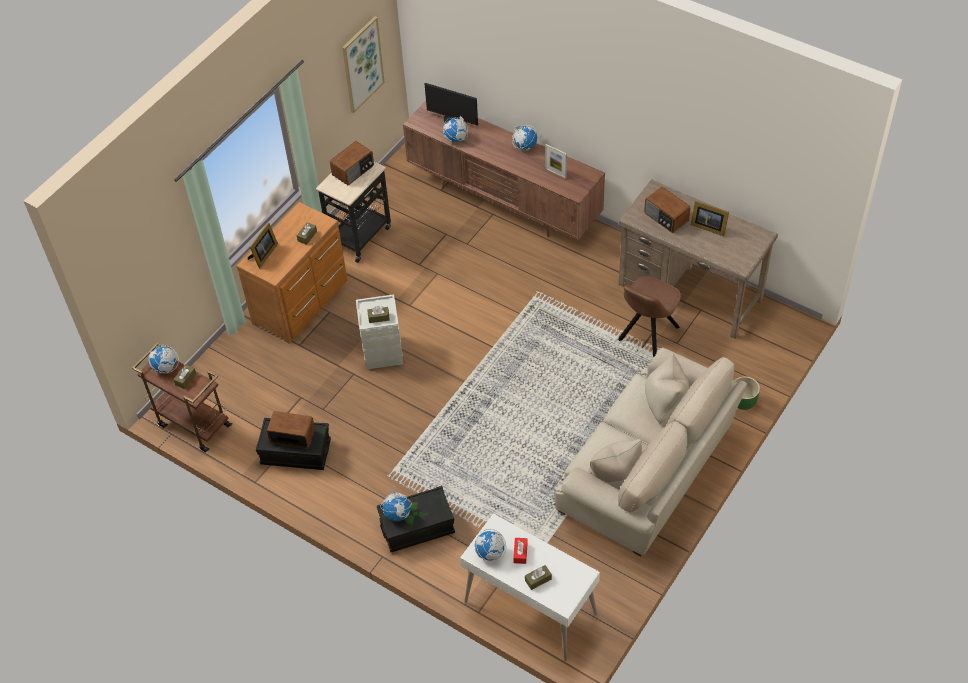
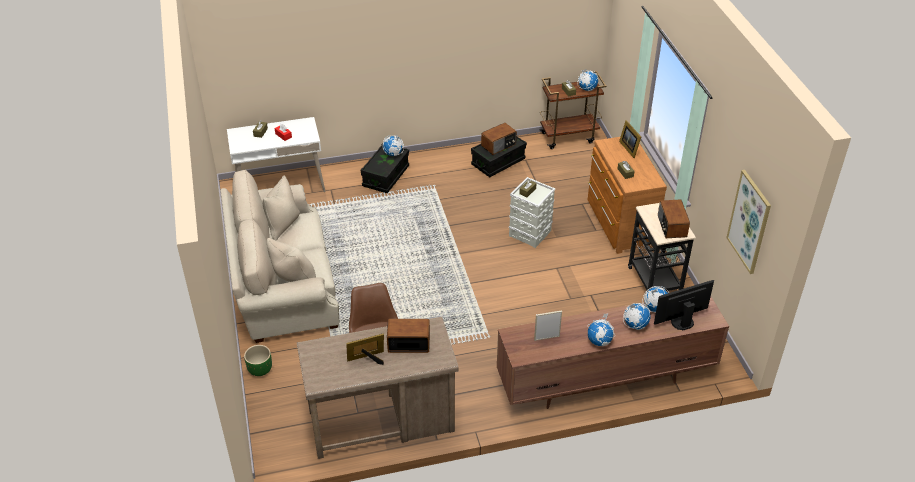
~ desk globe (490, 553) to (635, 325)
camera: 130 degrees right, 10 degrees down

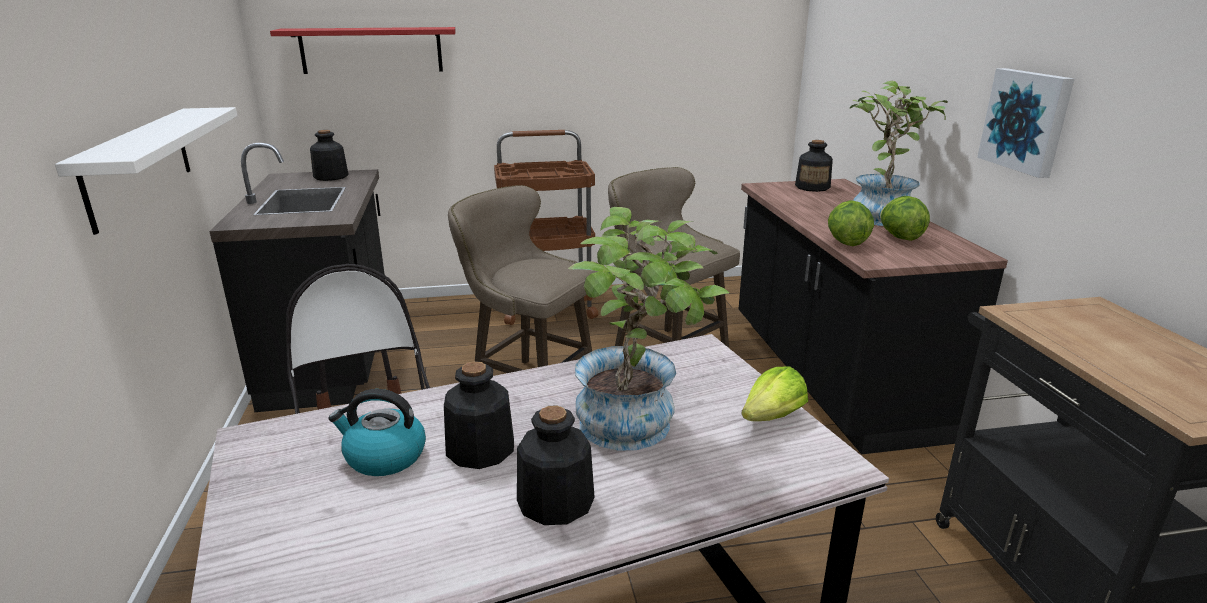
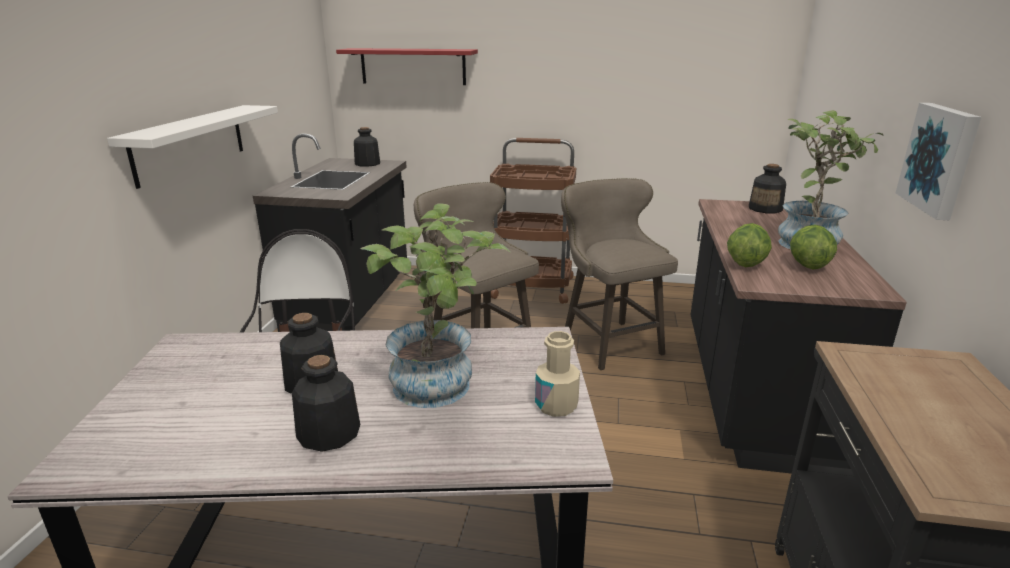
- kettle (384, 457)
~ lettuce (772, 417) to beige-coloured drink bottle (556, 405)
camera: 20 degrees right, 0 degrees up

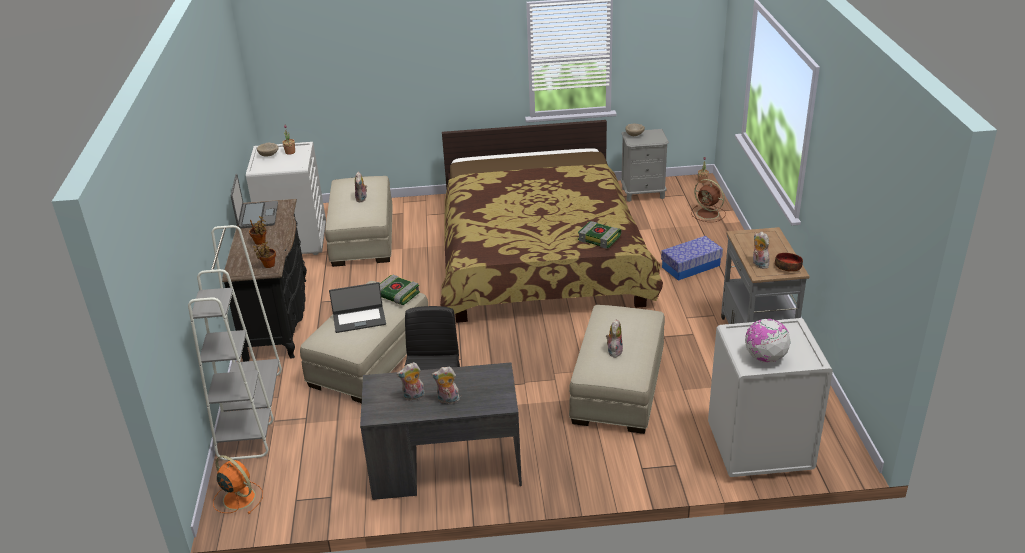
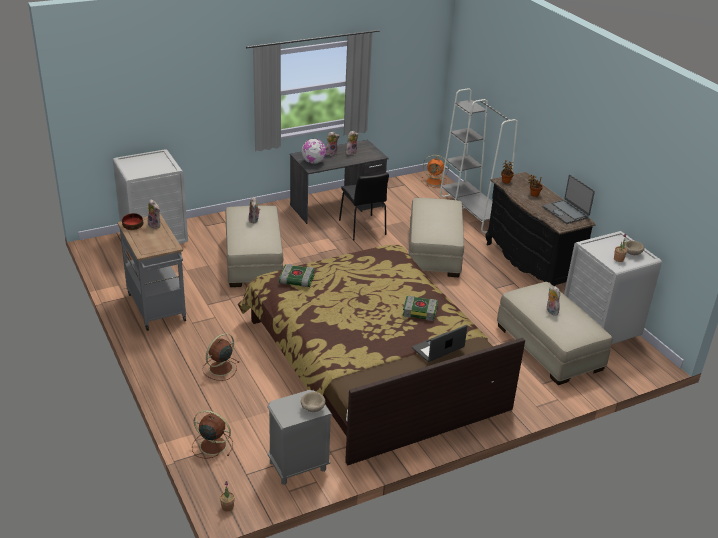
~ laptop (359, 319) to (438, 348)
~ book (396, 295) to (420, 311)
~ storage container (691, 266) to brown fan (220, 368)
~ desk globe (765, 358) to (313, 162)
camera: 155 degrees right, 0 degrees up

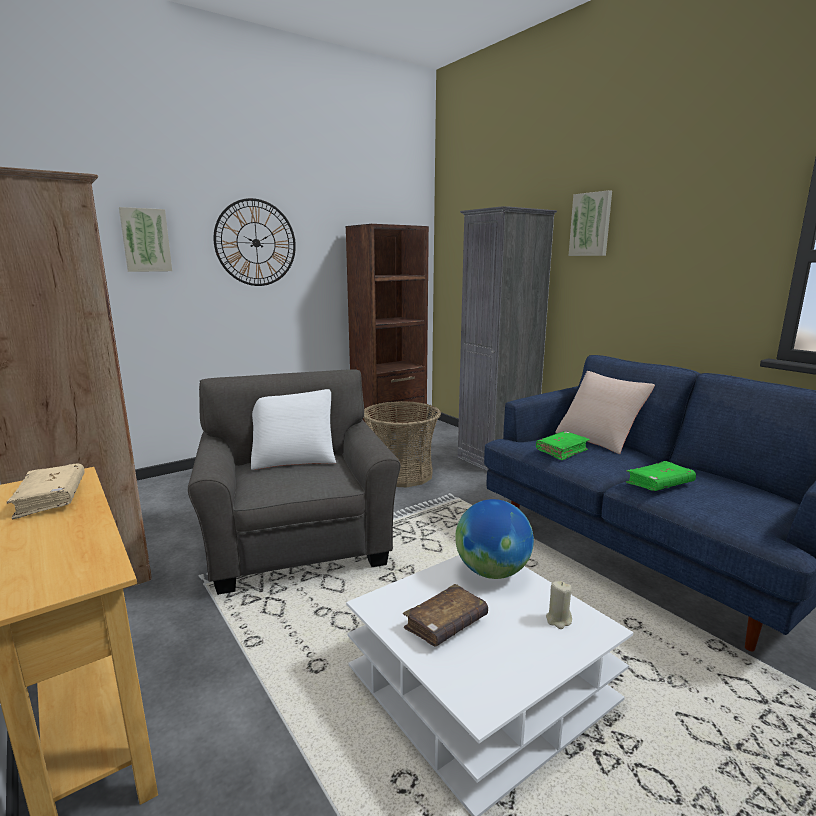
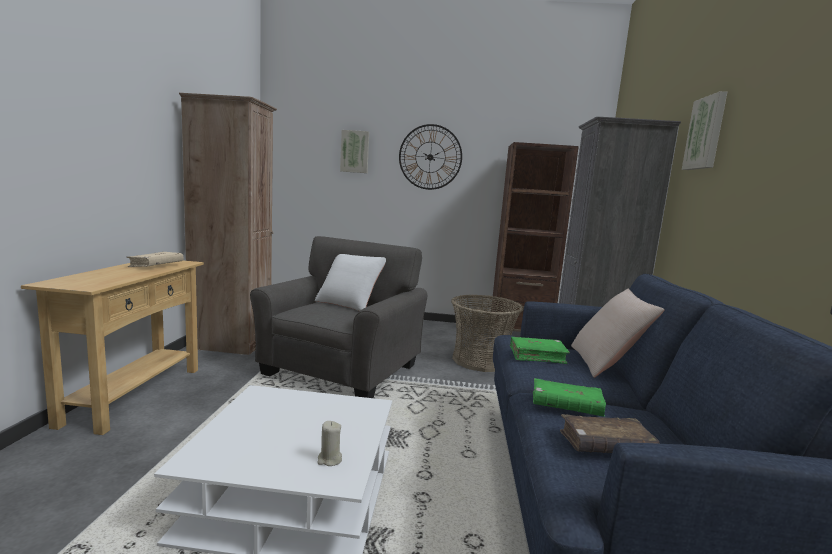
~ brown book (445, 624) to (605, 446)
- desk globe (491, 572)
camera: 40 degrees right, 5 degrees down

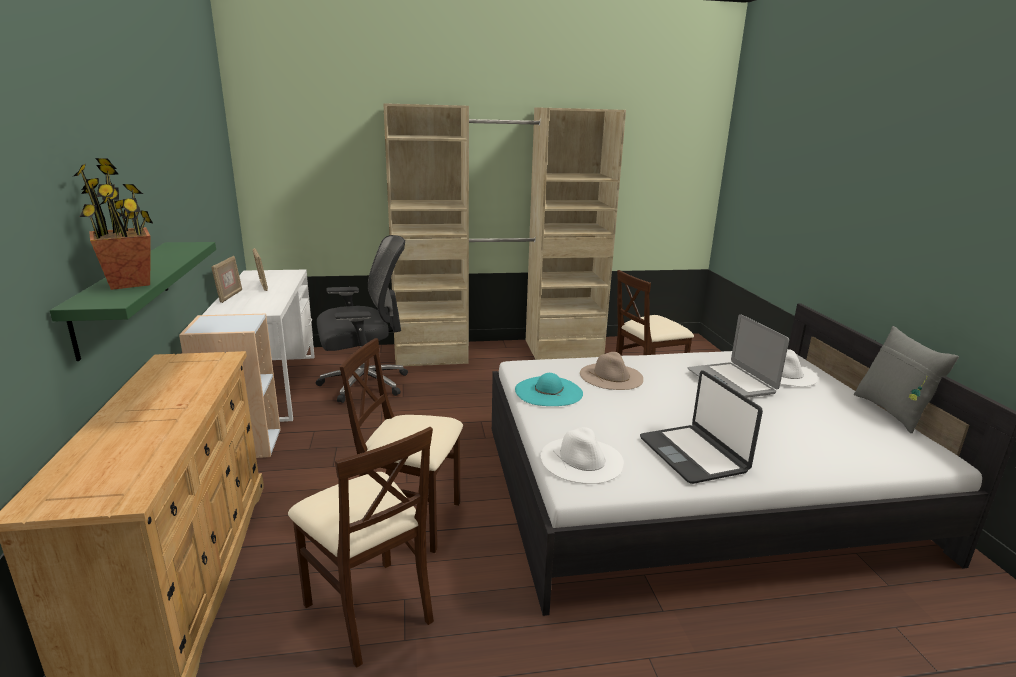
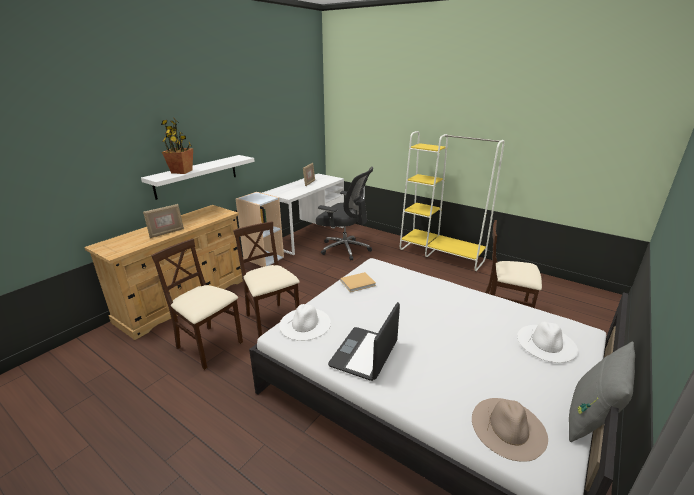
~ green-coloured shelf (123, 295) to white shelf (197, 176)
~ picture frame (230, 296) to (166, 233)
~ beige-coloured plain chair (369, 610) = (209, 346) 120 degrees clockwise
~ beige-coloured wardrobe (499, 351) to yellow-coloured clothes rack (441, 256)
~ turquoise-coloured hat (548, 391) to beige-coloured book (358, 283)
~ beige-coloured hat (611, 376) to (508, 427)
- laptop (731, 381)
camera: 45 degrees right, 5 degrees up

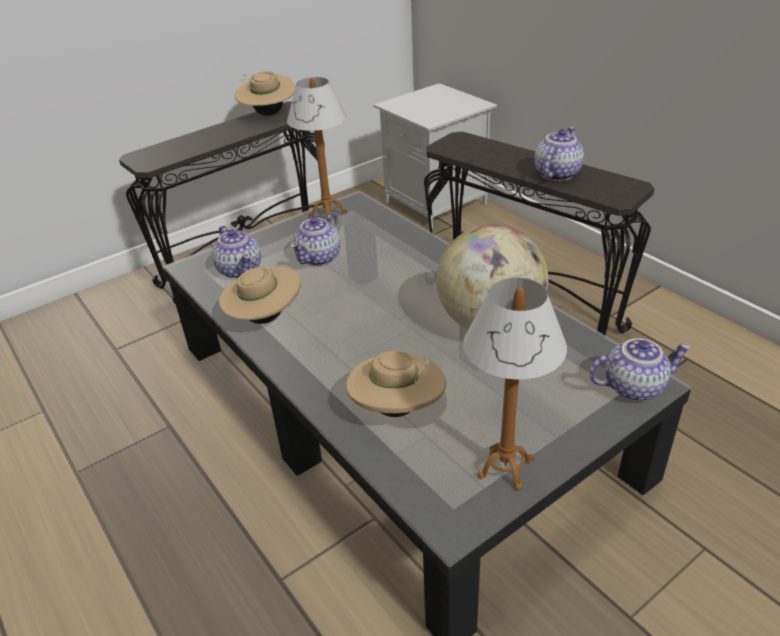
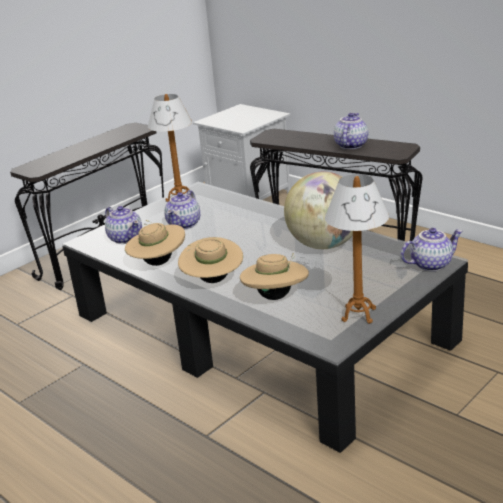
~ beige-coloured hat (268, 114) to (213, 280)
camera: 10 degrees left, 10 degrees down

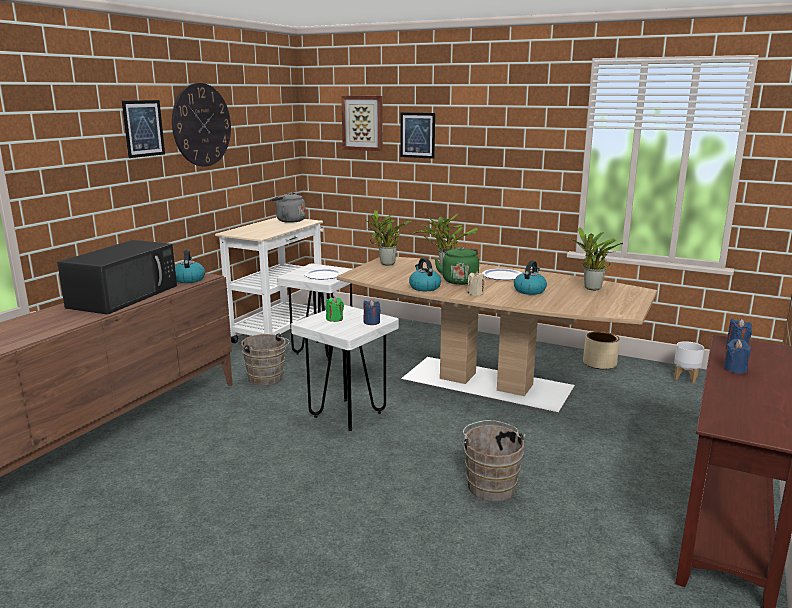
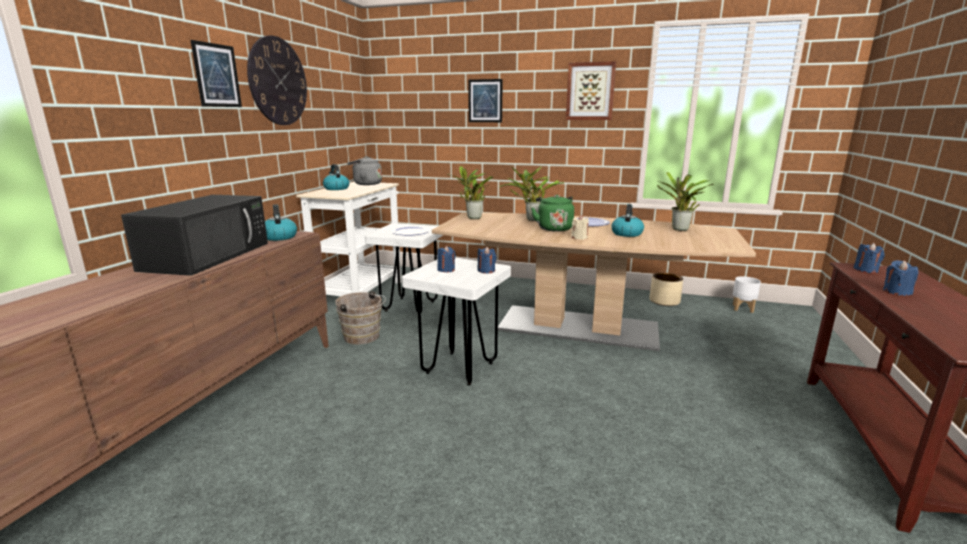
~ green-coloured candle (334, 319) to bluish candle (446, 270)
~ wall picture (363, 123) to (590, 91)
~ kettle (424, 287) to (336, 188)
- brown pail (490, 485)
camera: 10 degrees left, 0 degrees up

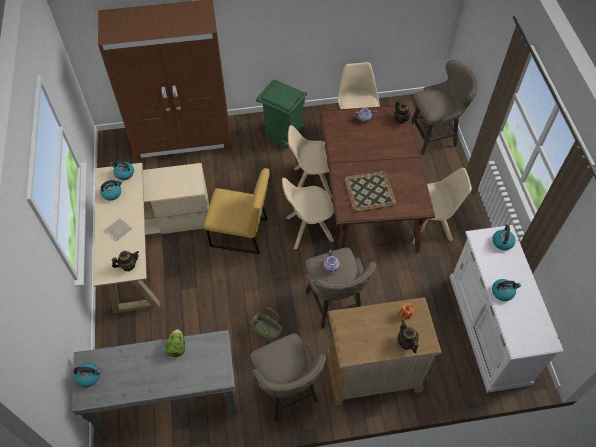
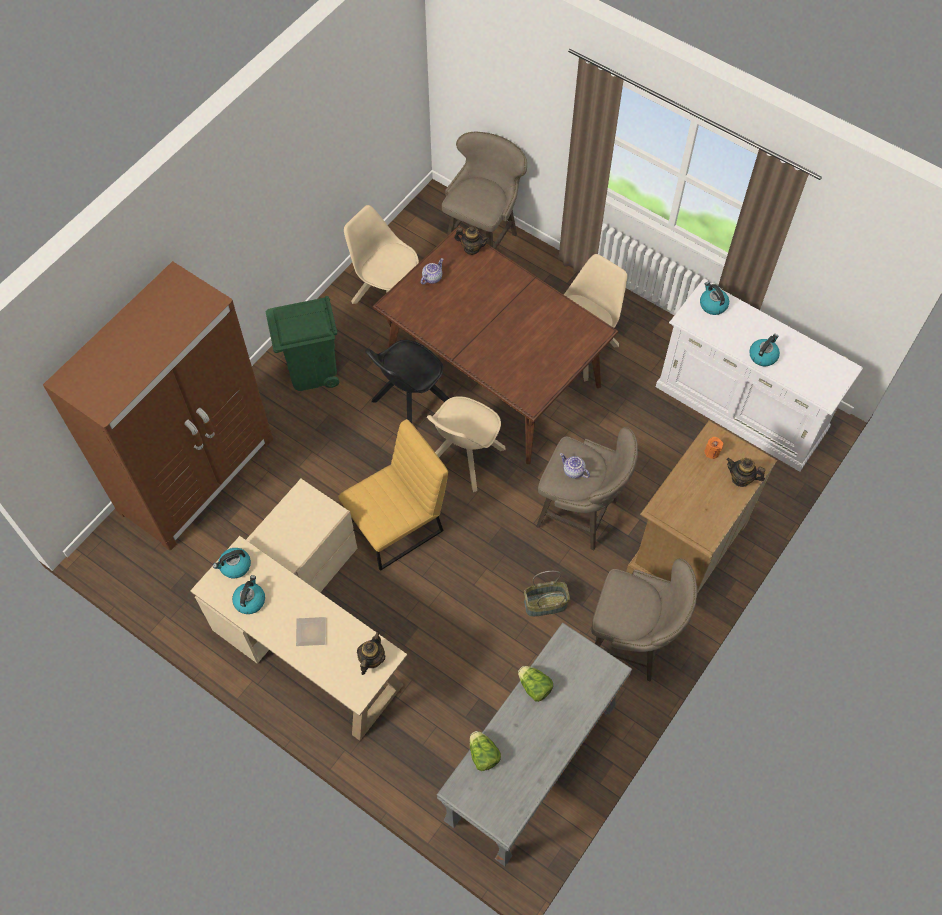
- kettle (89, 376)
~ beige-coloured plain chair (311, 182) to blackish plain chair (409, 402)
- tray (370, 191)
+ lettuce (483, 755)
camera: 45 degrees left, 5 degrees up

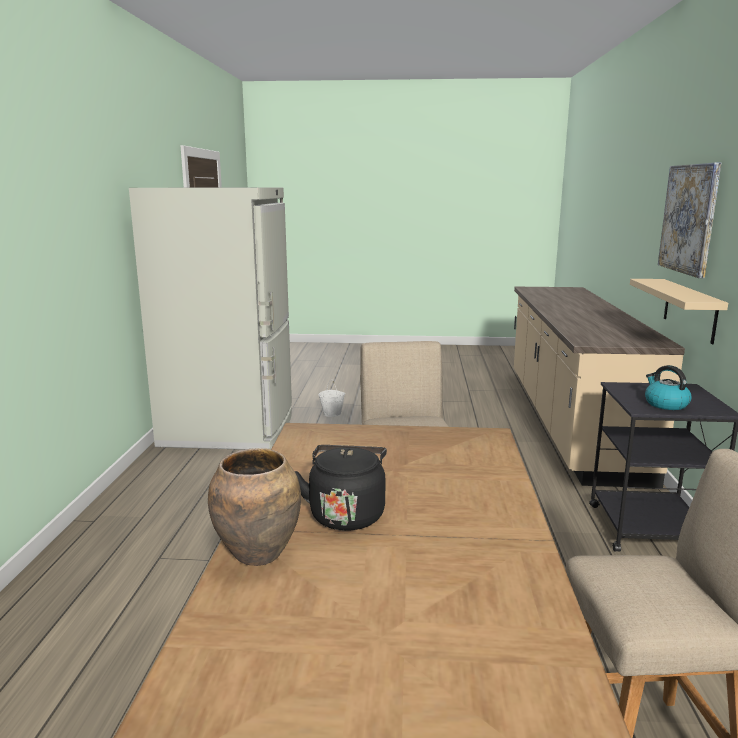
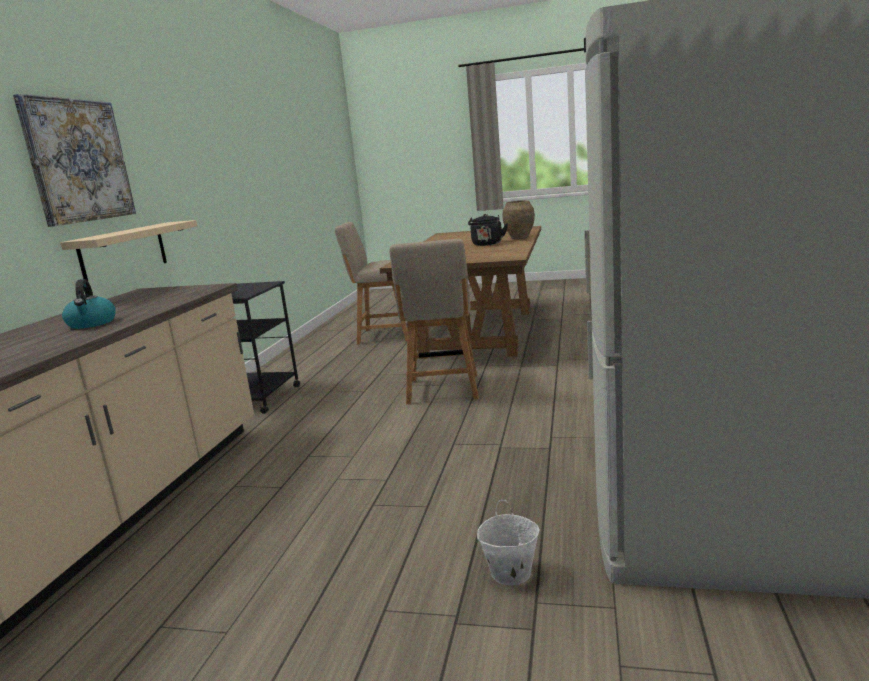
~ kettle (665, 404) to (92, 324)
camera: 170 degrees left, 0 degrees up

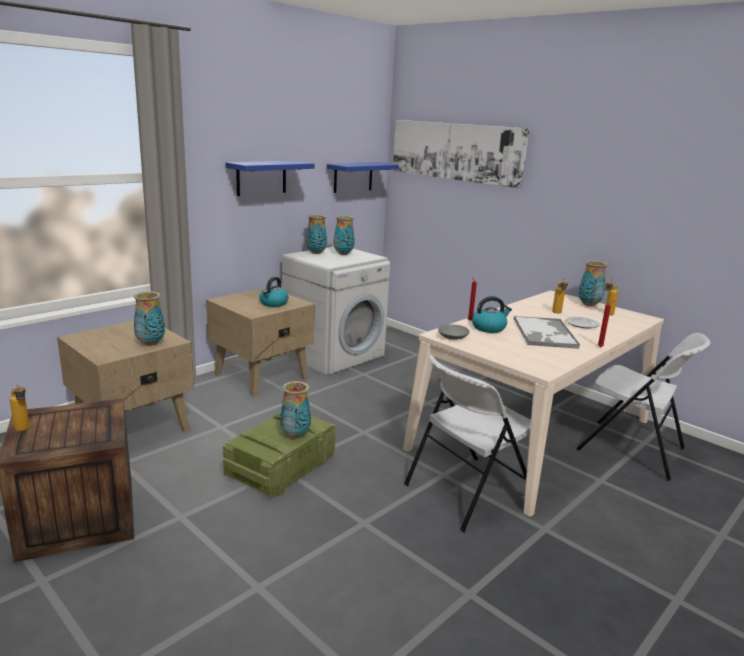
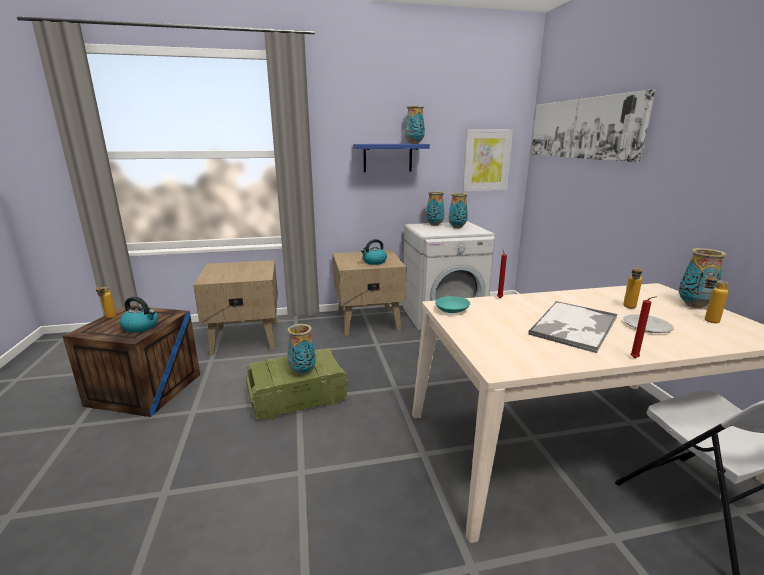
~ decorative vase (150, 343) to (414, 143)
~ bluish shelf (353, 177) to wall picture (486, 160)
- white plain chair (469, 491)
~ grey bowl (452, 337) to turquoise-coloured bowl (451, 310)
~ kettle (489, 328) to (141, 327)
camera: 35 degrees right, 0 degrees up

